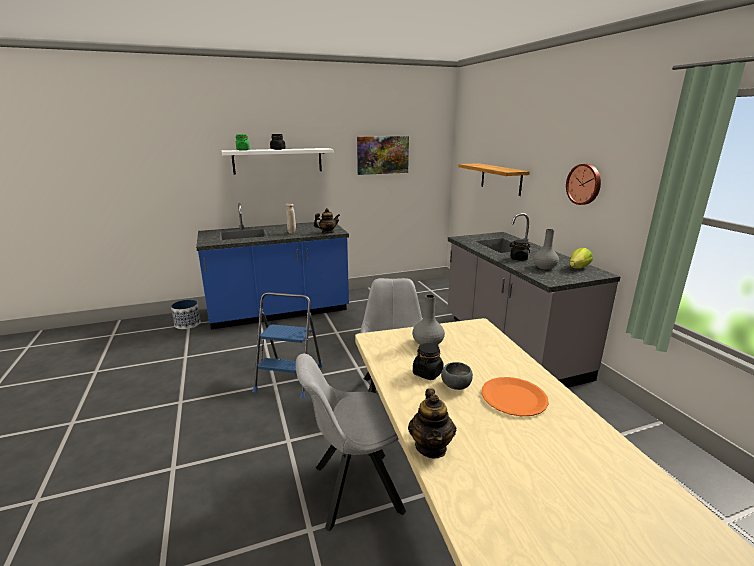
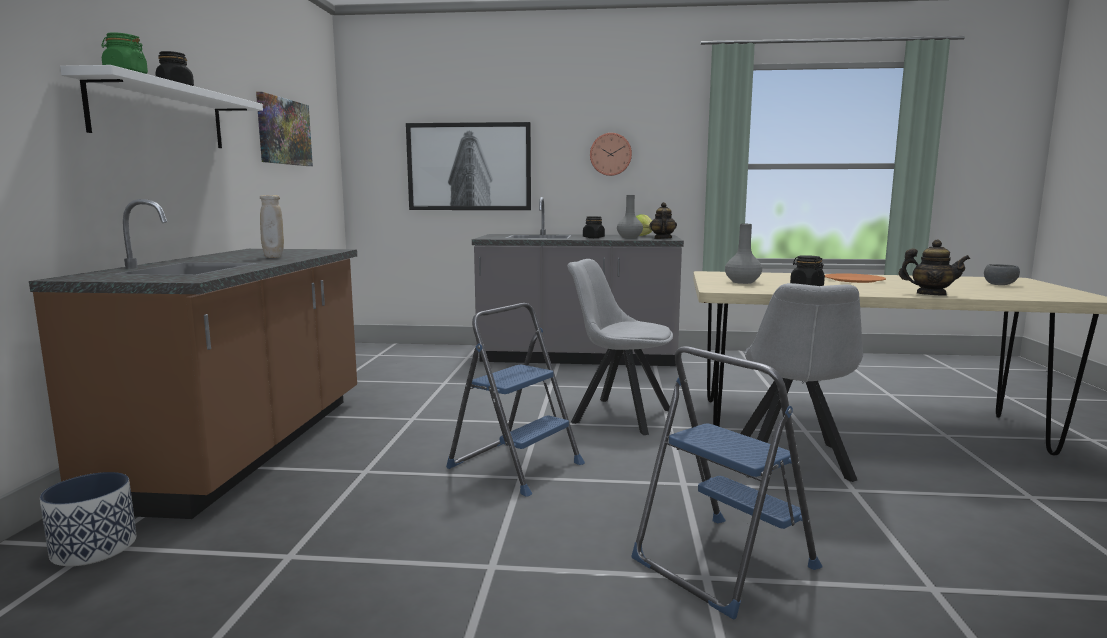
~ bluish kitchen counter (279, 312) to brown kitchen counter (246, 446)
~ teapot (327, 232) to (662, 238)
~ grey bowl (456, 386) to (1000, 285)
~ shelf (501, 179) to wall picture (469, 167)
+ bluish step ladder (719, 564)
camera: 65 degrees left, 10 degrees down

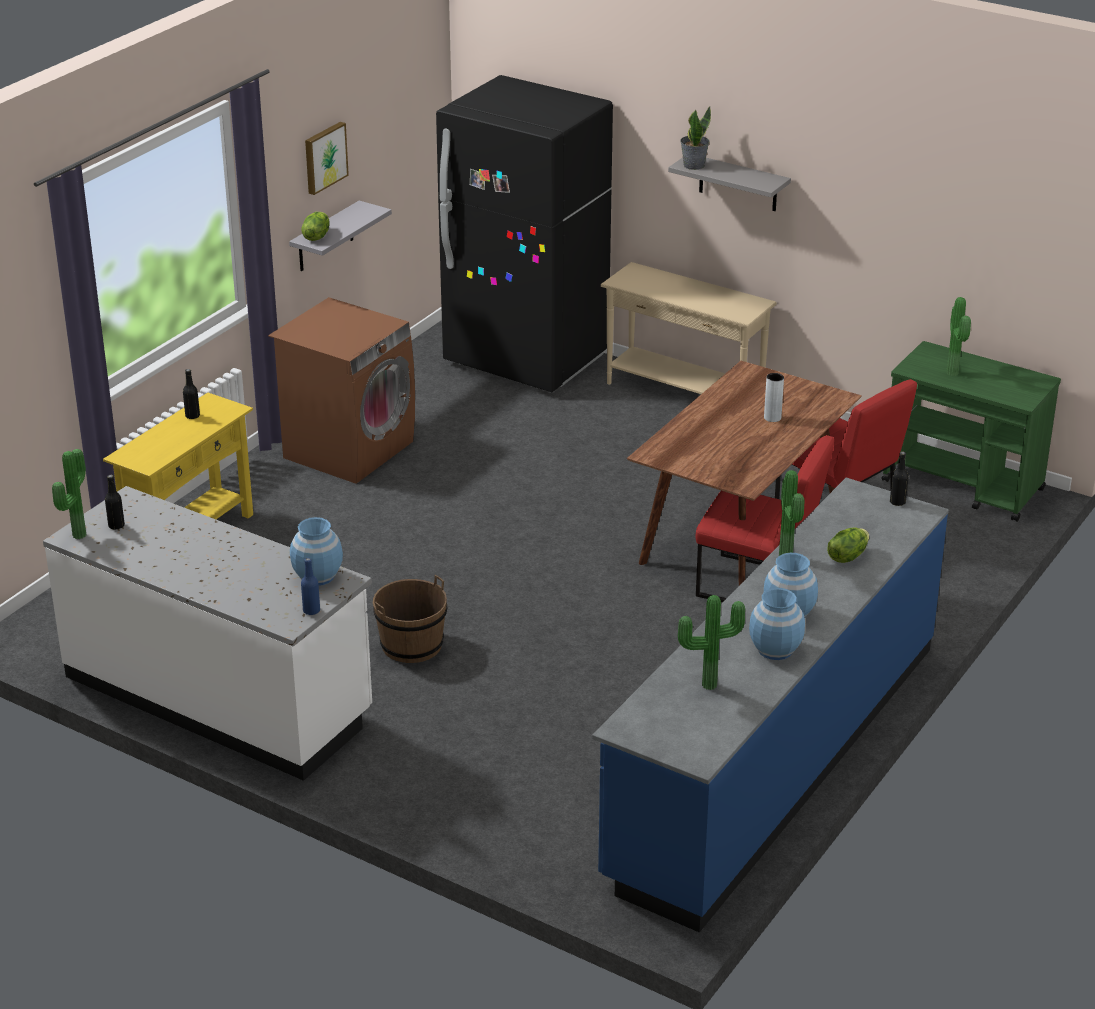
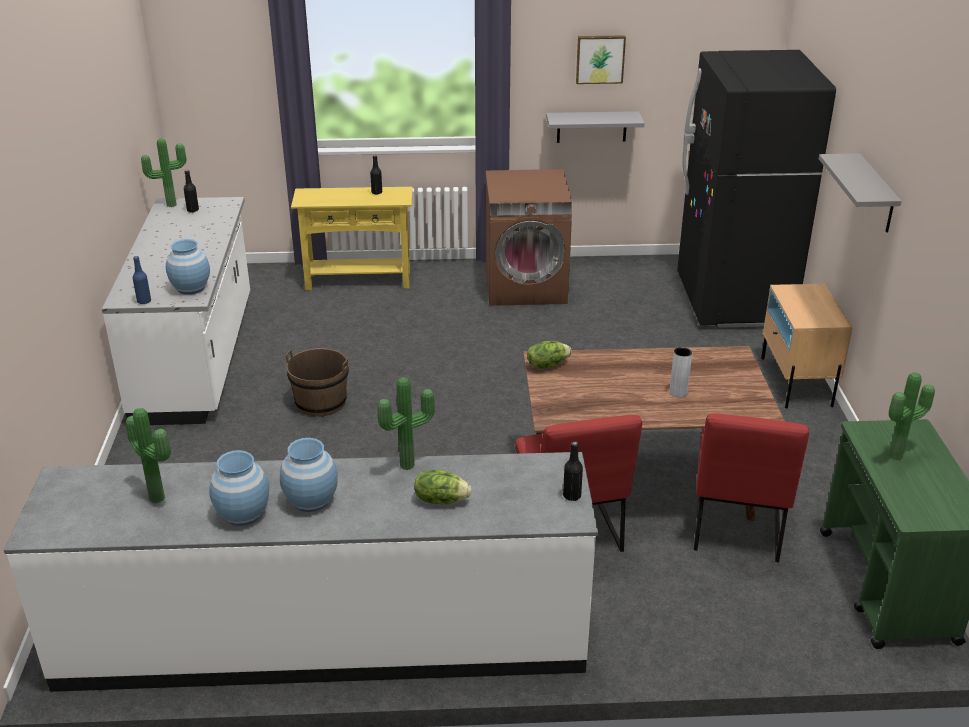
~ lettuce (316, 236) to (547, 365)
~ bluish kitchen counter (773, 759) to white kitchen counter (324, 638)
~ beige-coloured console table (685, 394) to beige-coloured nightstand (796, 382)
- potted plant (693, 165)
camera: 55 degrees right, 0 degrees up

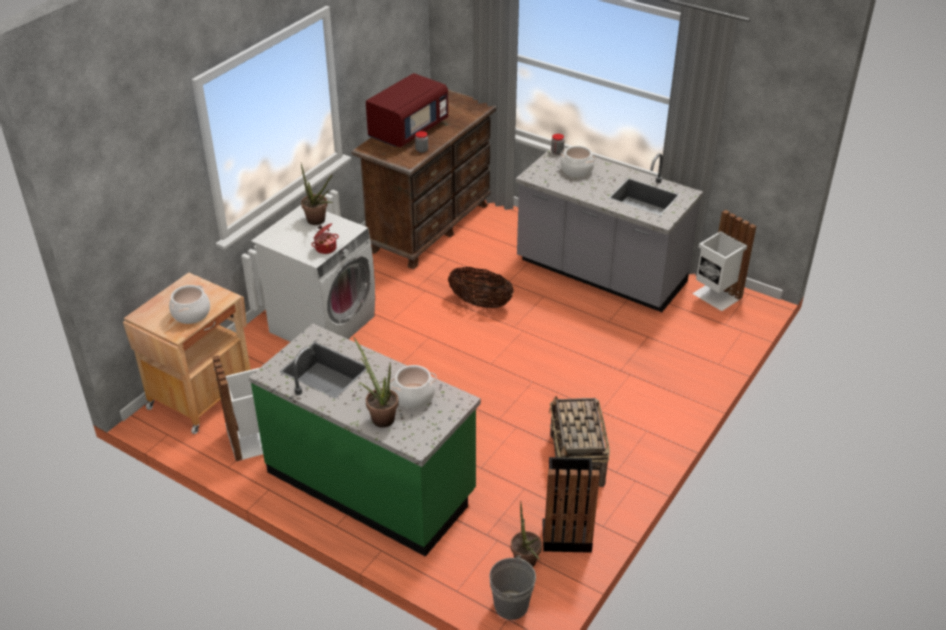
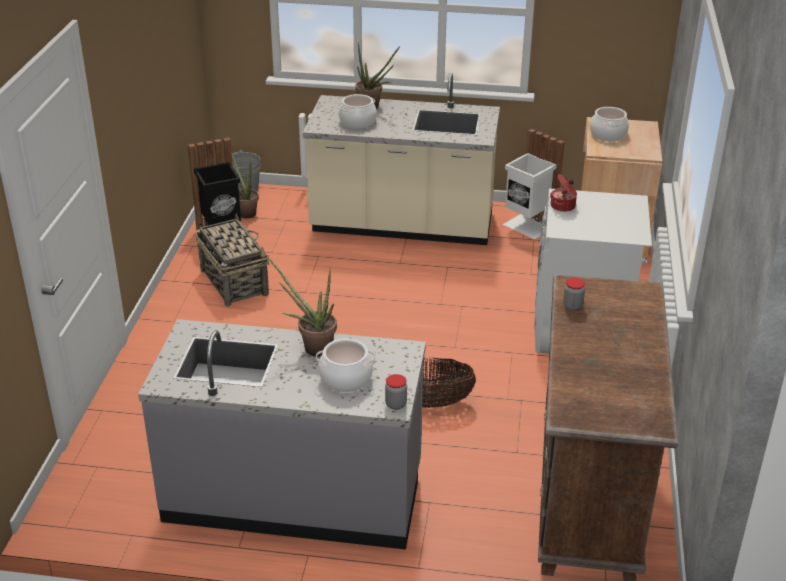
~ green-coloured kitchen counter (371, 483) to beige-coloured kitchen counter (402, 225)
~ potted plant (319, 221) to (312, 347)
- red kitchen microwave (408, 130)
- white waste bin (716, 296)
camera: 155 degrees right, 5 degrees down

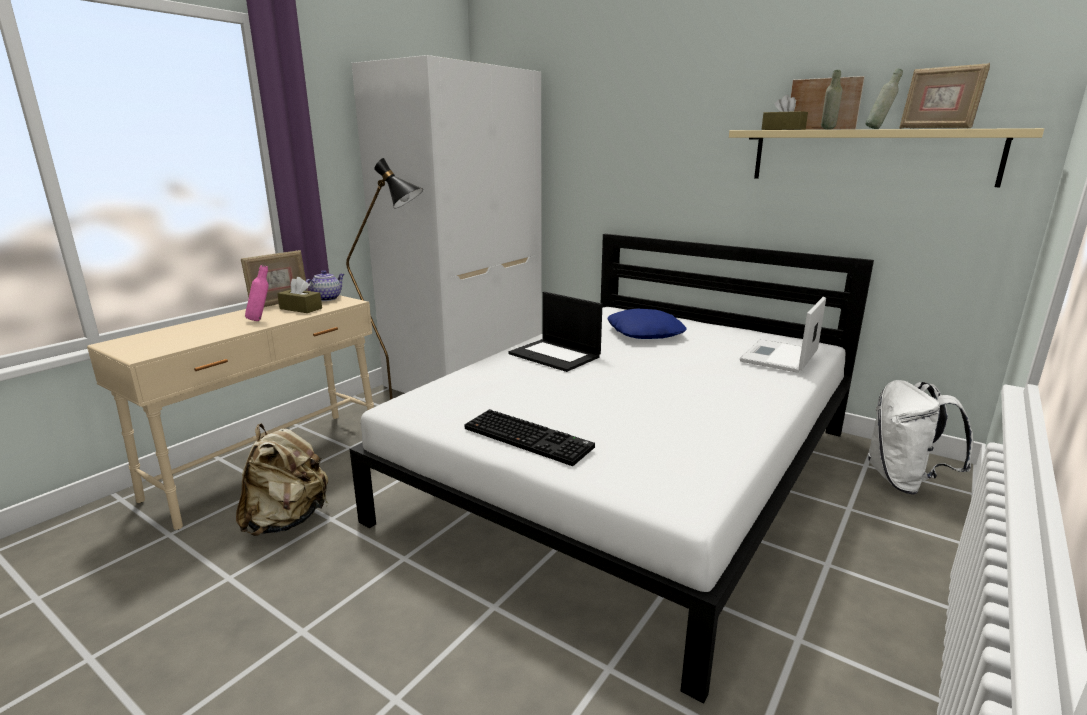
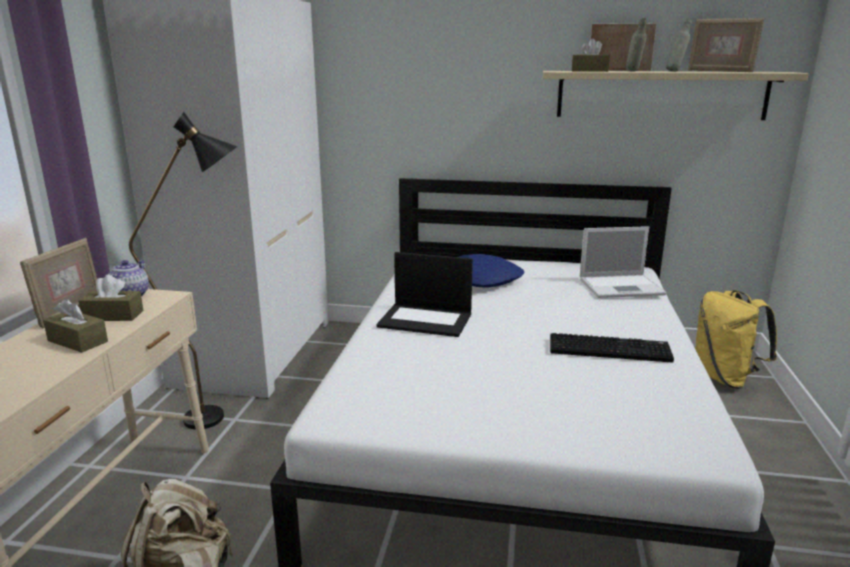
~ pink-coloured drink bottle (261, 320) to brown tissue box (78, 341)
~ keyboard (530, 438) to (610, 349)
~ laptop (779, 357) = (622, 286) 105 degrees counterclockwise
~ white backpack (904, 481) to yellow-coloured backpack (724, 378)
camera: 25 degrees left, 0 degrees up

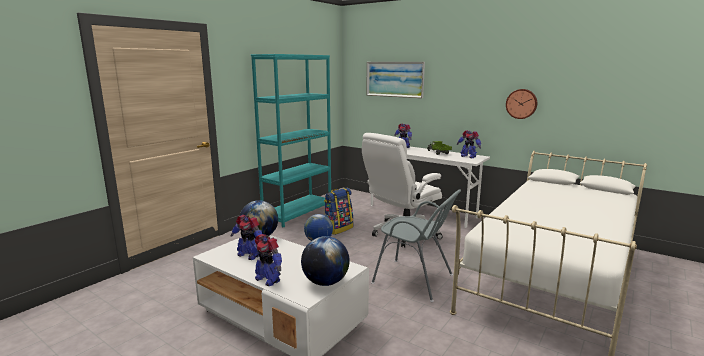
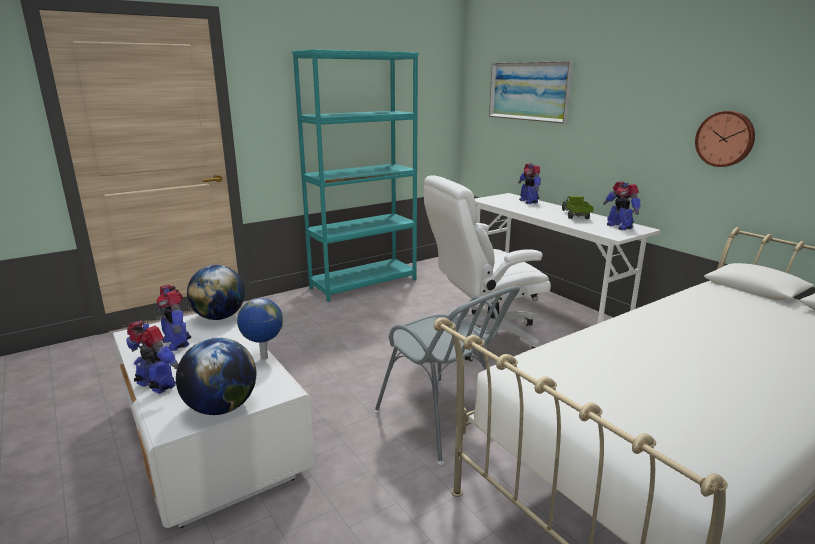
~ toy robot (267, 279) = (156, 386) 150 degrees clockwise
- backpack (338, 229)
camera: 20 degrees right, 5 degrees up

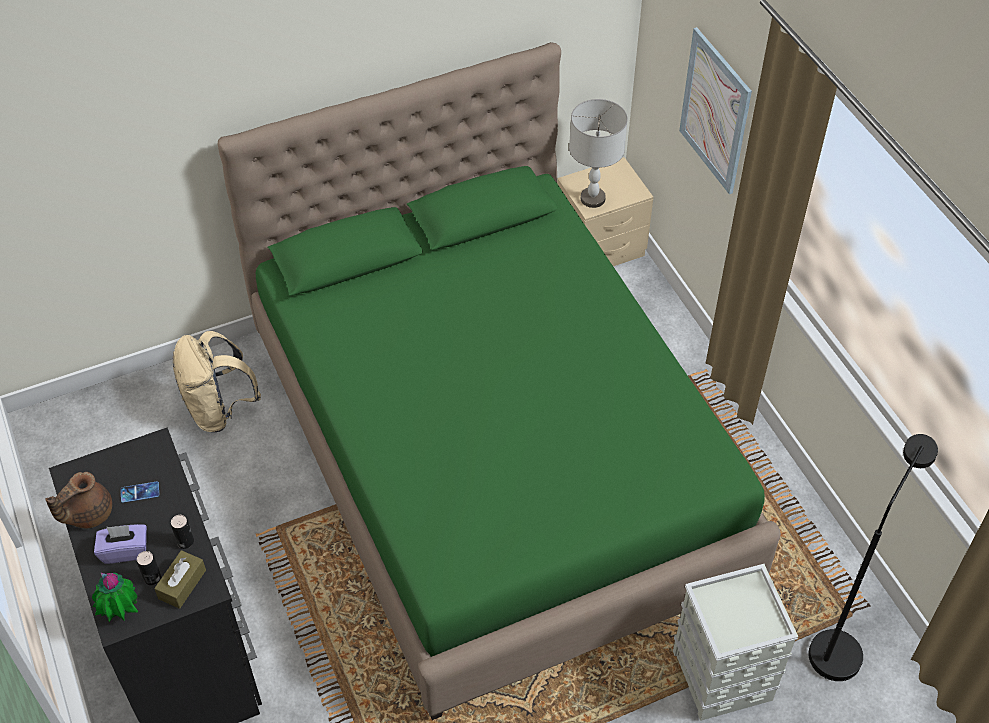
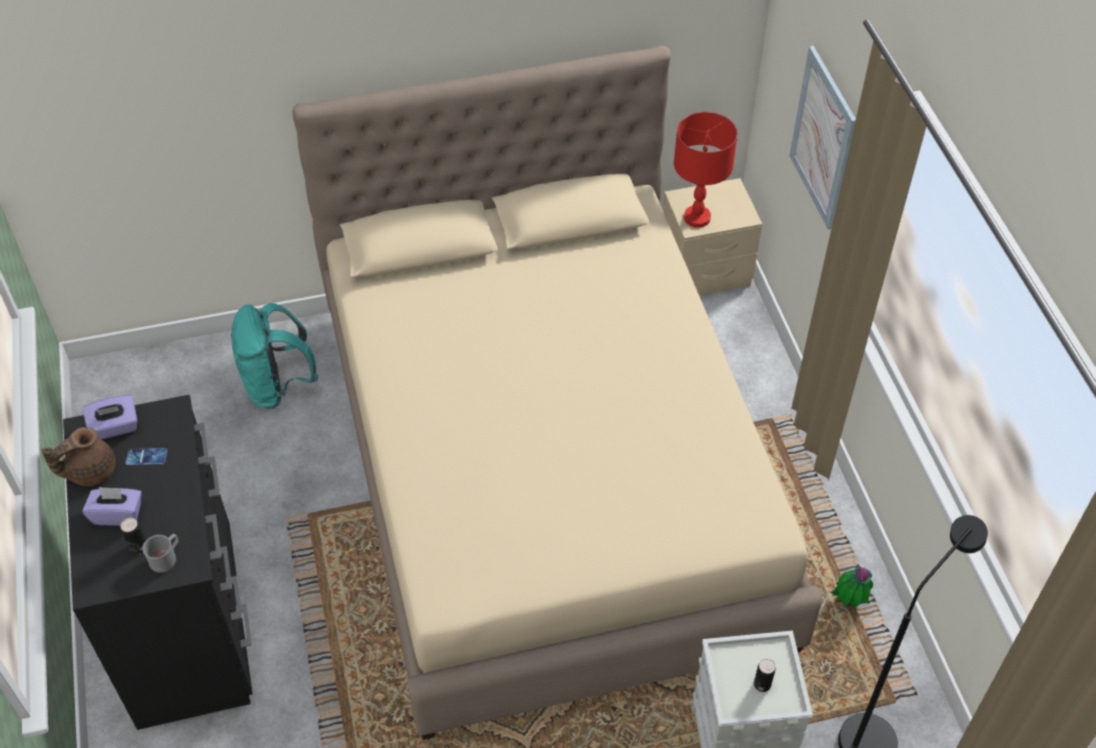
~ potted plant (122, 615) to (848, 603)
~ brown tissue box (182, 584) to grey mug (166, 557)
~ sealed can (185, 542) to (762, 684)
~ beige-coloured backpack (219, 410) to turquoise-coloured backpack (277, 386)
~ green-coloured sleeping bed (494, 452) to beige-coloured sleeping bed (548, 470)
~ grey lamp for a table (593, 199) to red lamp for a table (697, 218)
+ purple-coloured tissue box (115, 427)
camera: 10 degrees right, 0 degrees up

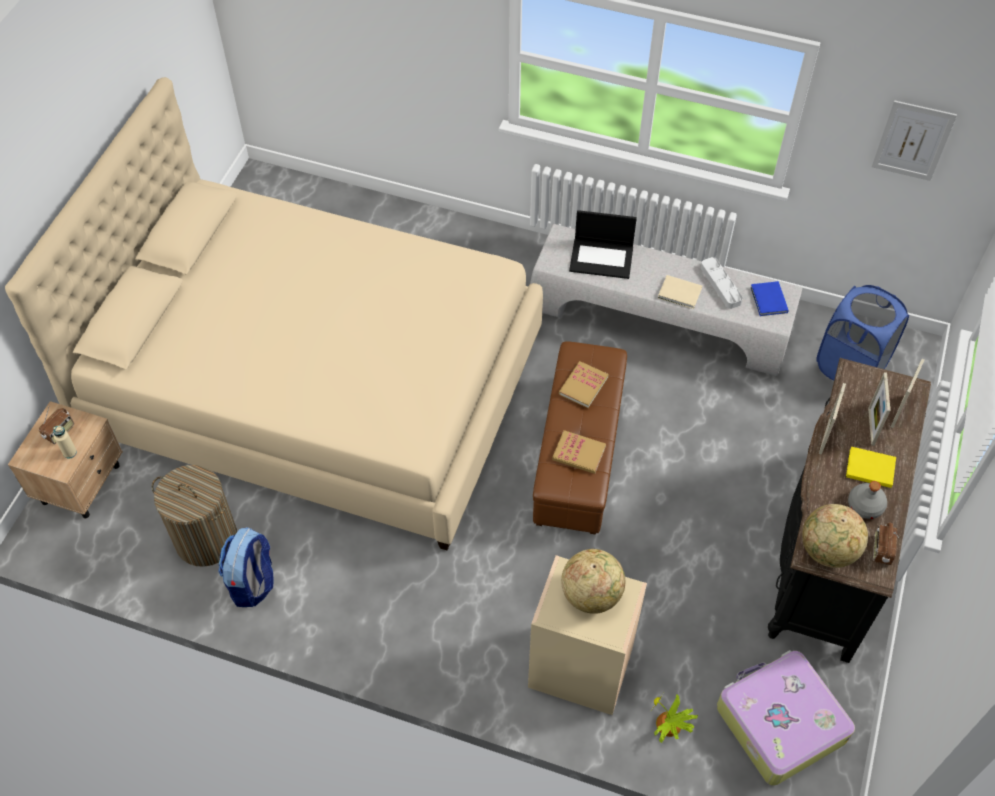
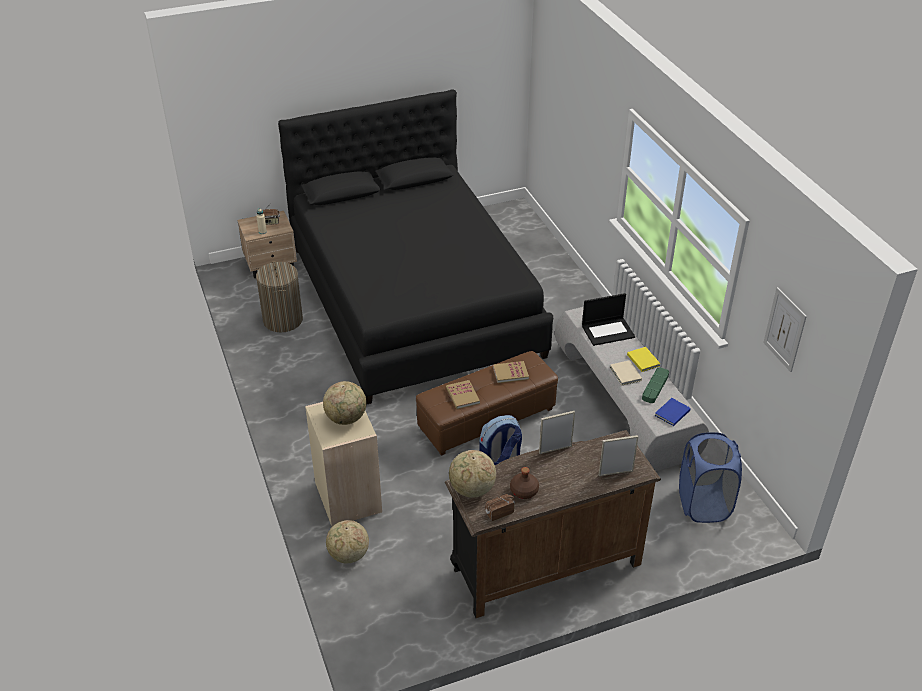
~ beige-coloured sleeping bed (315, 383) to blackish sleeping bed (414, 300)
~ backpack (253, 583) to (499, 461)
~ laptop (602, 258) = (608, 331) 75 degrees counterclockwise
~ potted plant (669, 726) to desk globe (348, 555)
~ grey tray (720, 285) to green-coloured tray (655, 387)
- suitcase (779, 722)
~ yellow-coloured book (869, 467) to (643, 359)
~ grey drink bottle (865, 506) to brown drink bottle (523, 491)
- picture frame (871, 426)
camera: 50 degrees right, 15 degrees down

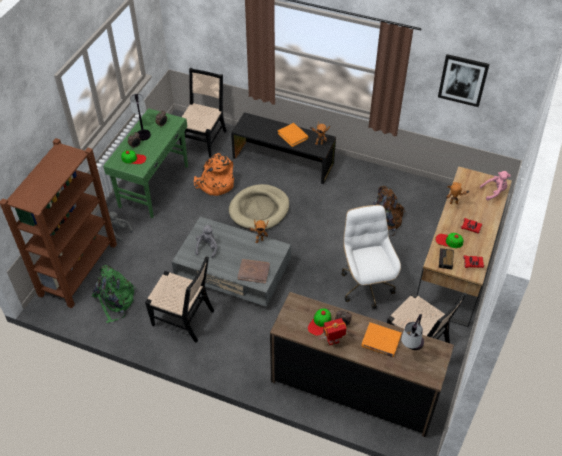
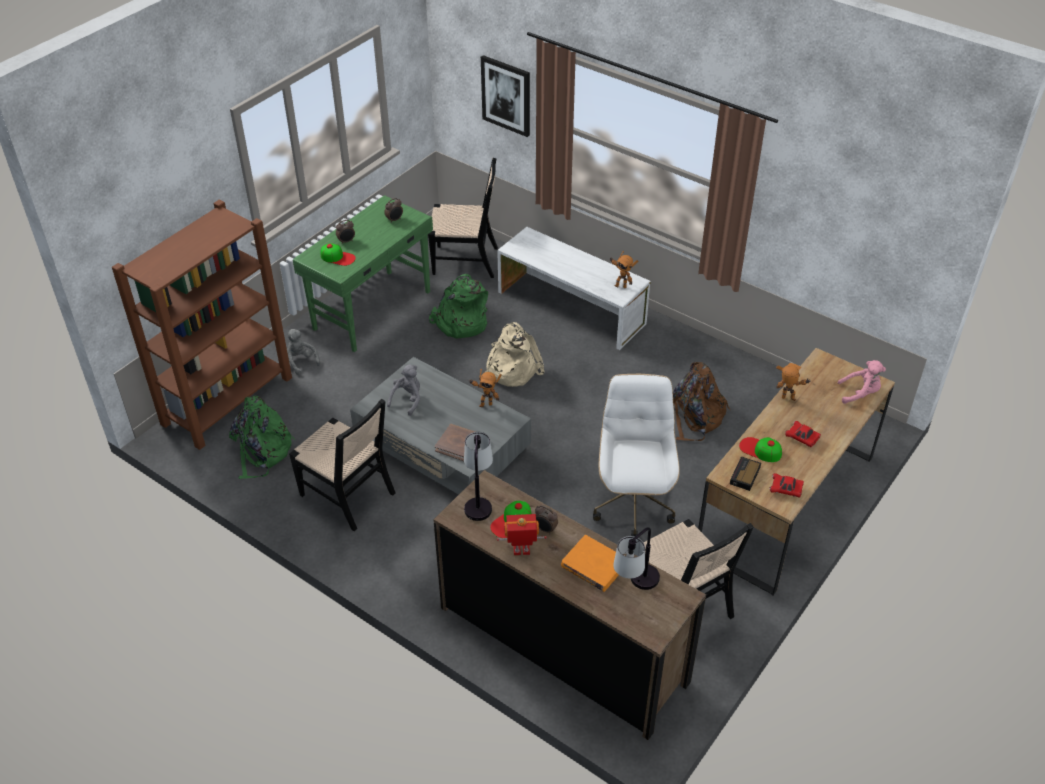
~ lamp for a table (142, 131) to (478, 500)
~ plain chair (204, 140) = (465, 261) 60 degrees clockwise
~ orangey backpack (215, 184) to green-coloured backpack (460, 323)
~ beige-coloured pet bed (259, 209) to beige-coloured backpack (511, 368)
~ blackish indoor bench (284, 160) to white indoor bench (572, 307)
- orangey book (293, 136)
~ wall picture (463, 80) to (506, 95)
camera: 15 degrees right, 5 degrees down

